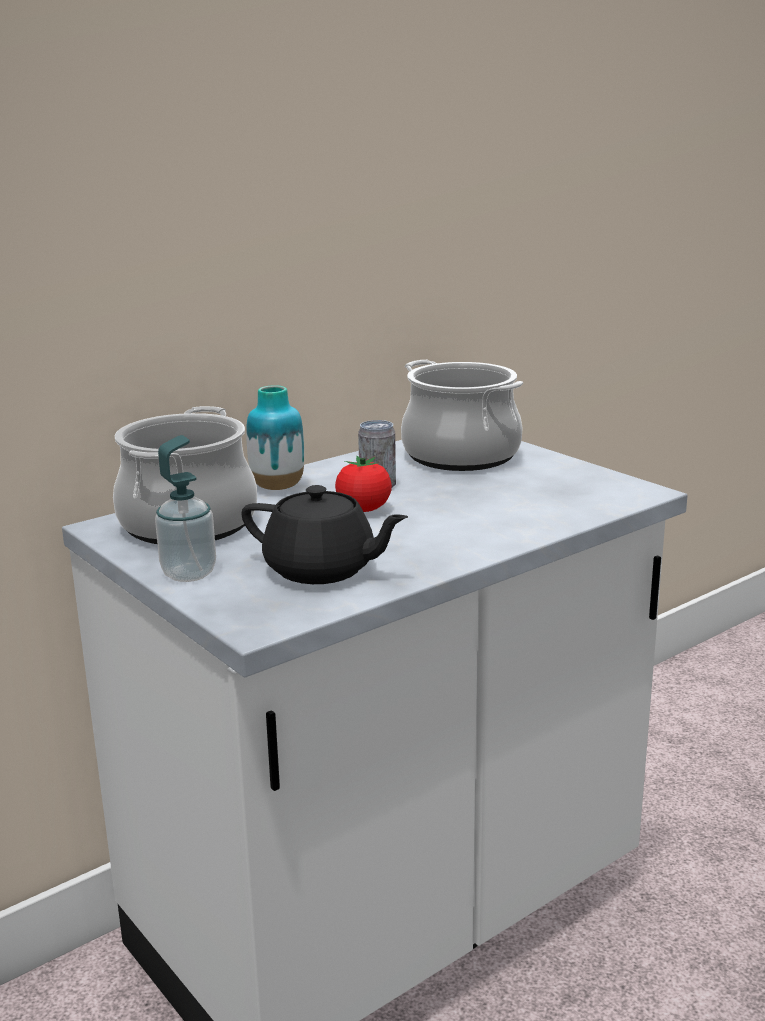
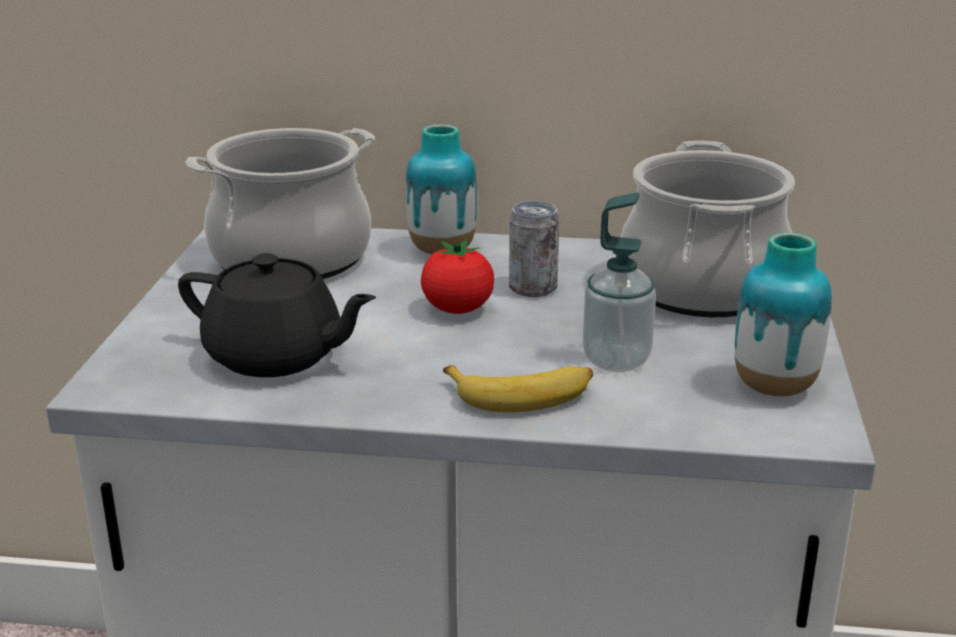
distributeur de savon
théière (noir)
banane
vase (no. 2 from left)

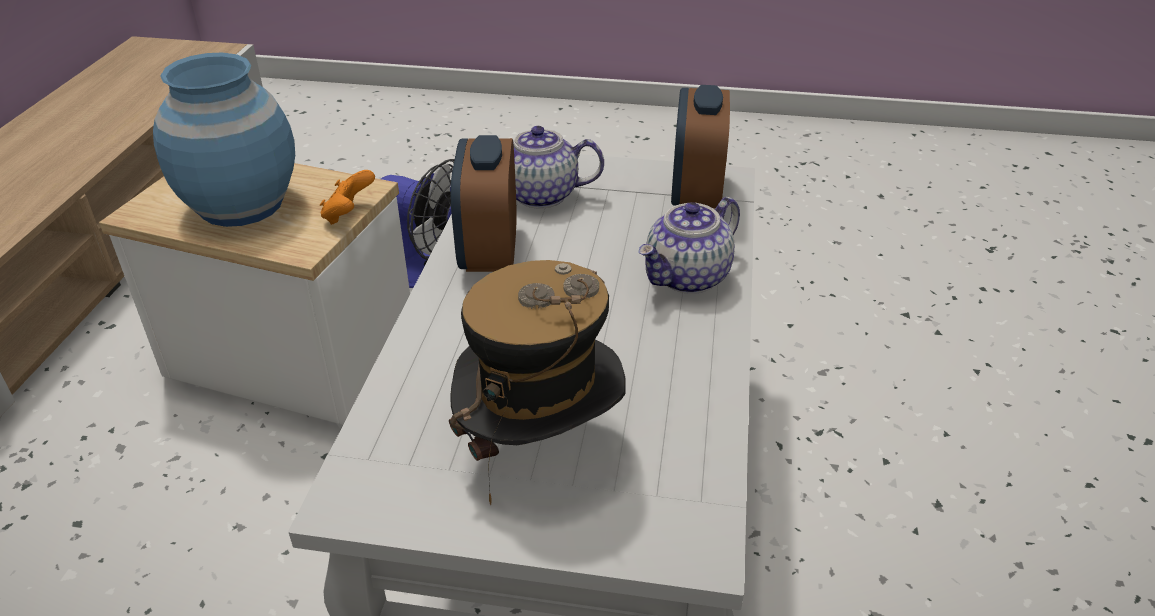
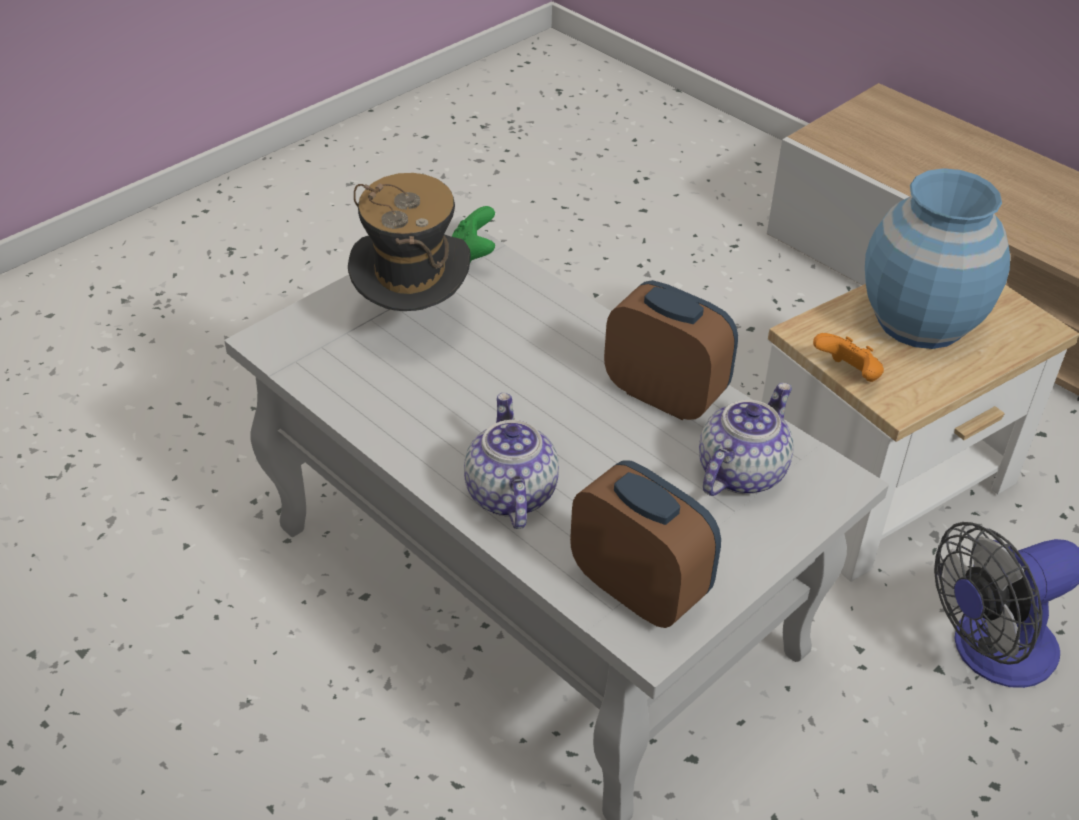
manette (vert)

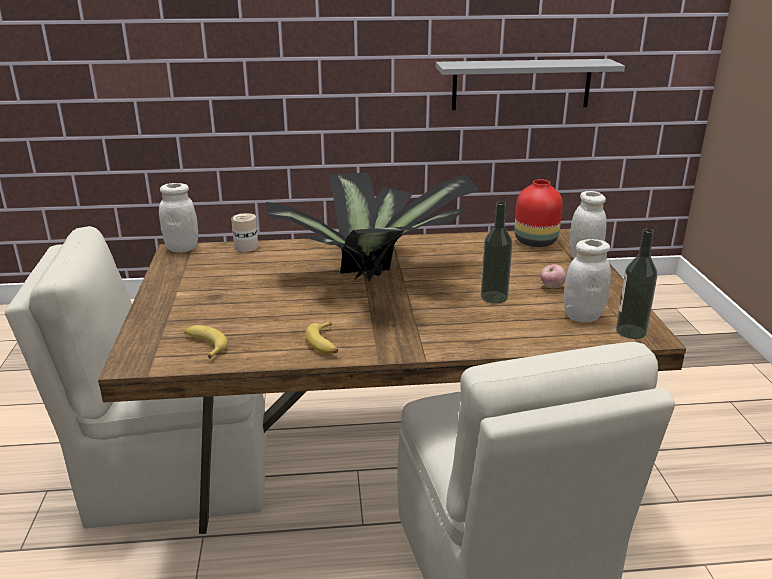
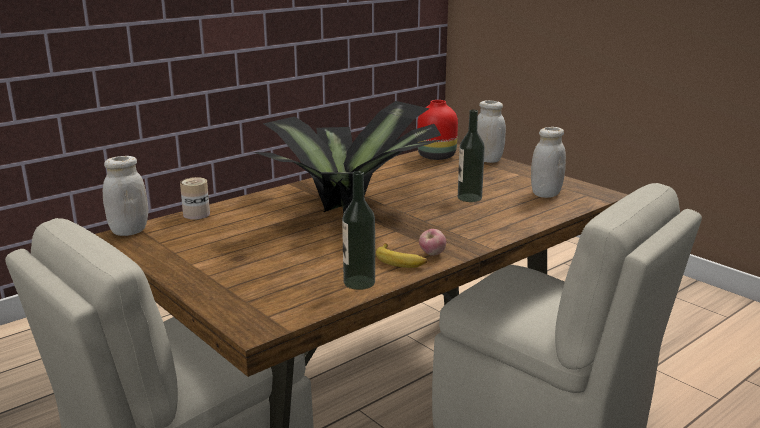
banane (no. 1 from left in the first image)
étagère (gris)
pomme
bouteille (no. 1 from left)

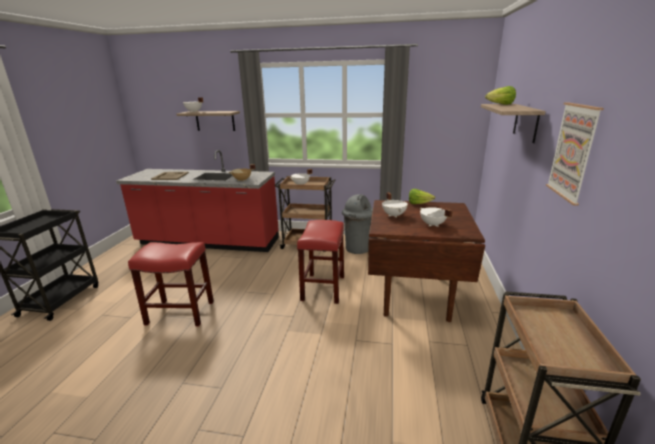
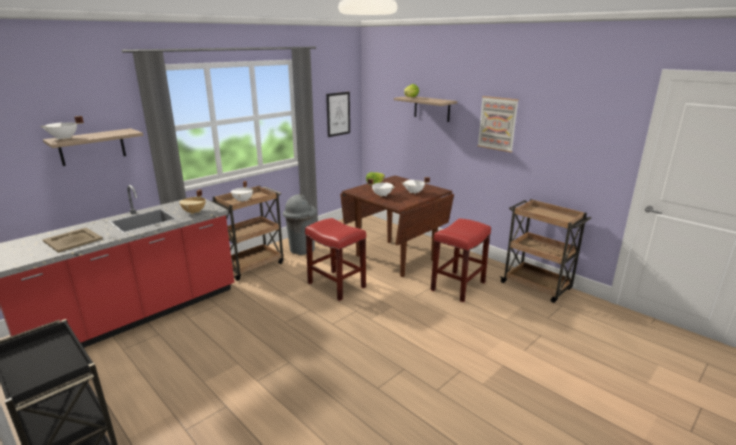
tabouret (rouge) (no. 2 from left)
tableau (no. 1 from left)

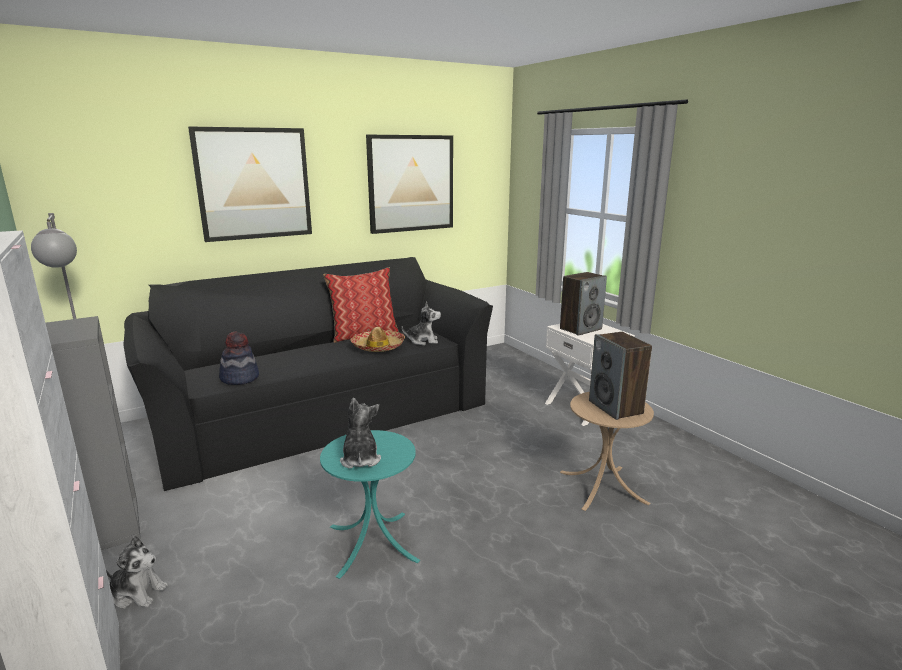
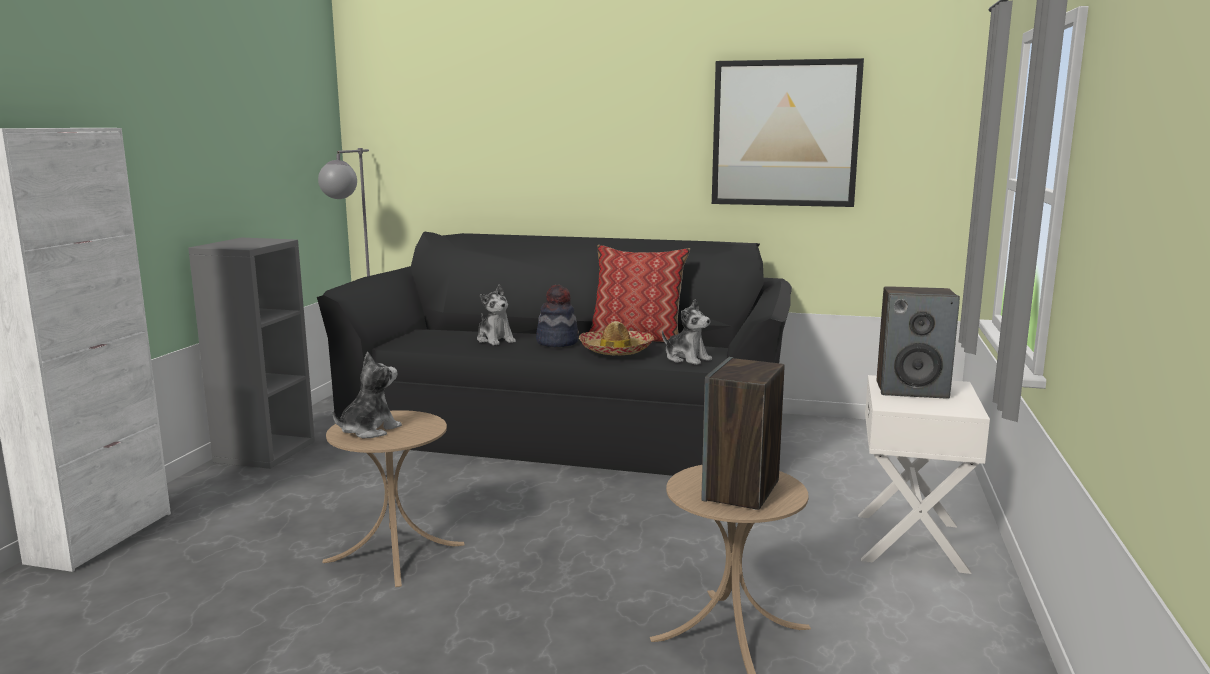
peluche (no. 2 from left)
tableau (no. 1 from left in the first image)
chapeau (no. 1 from left)
table d'appoint (beige) (no. 1 from left)

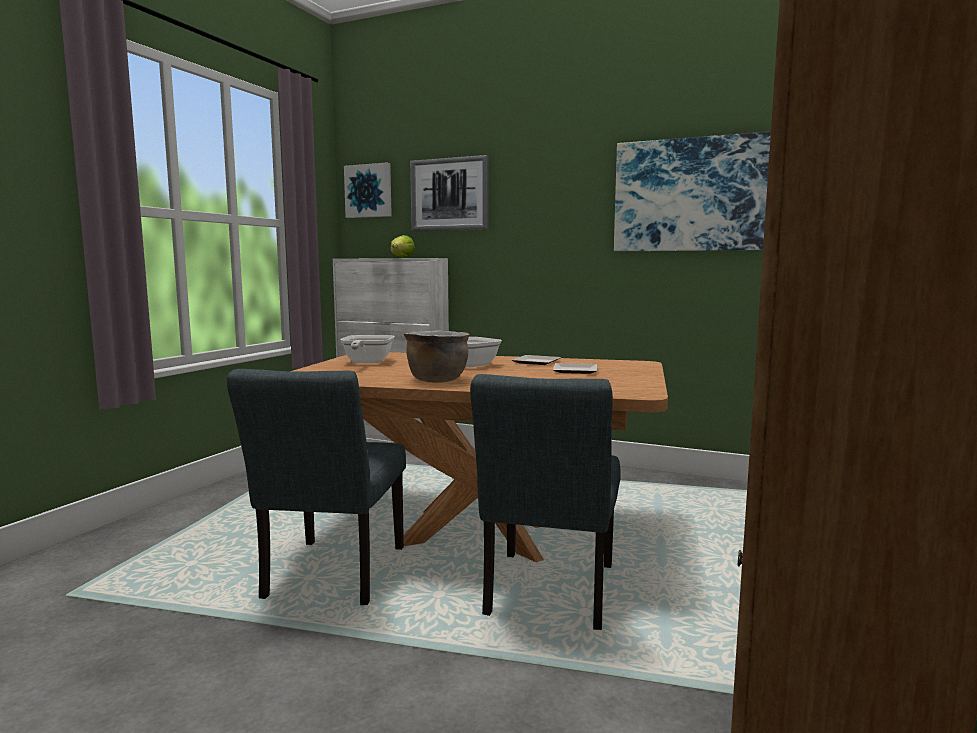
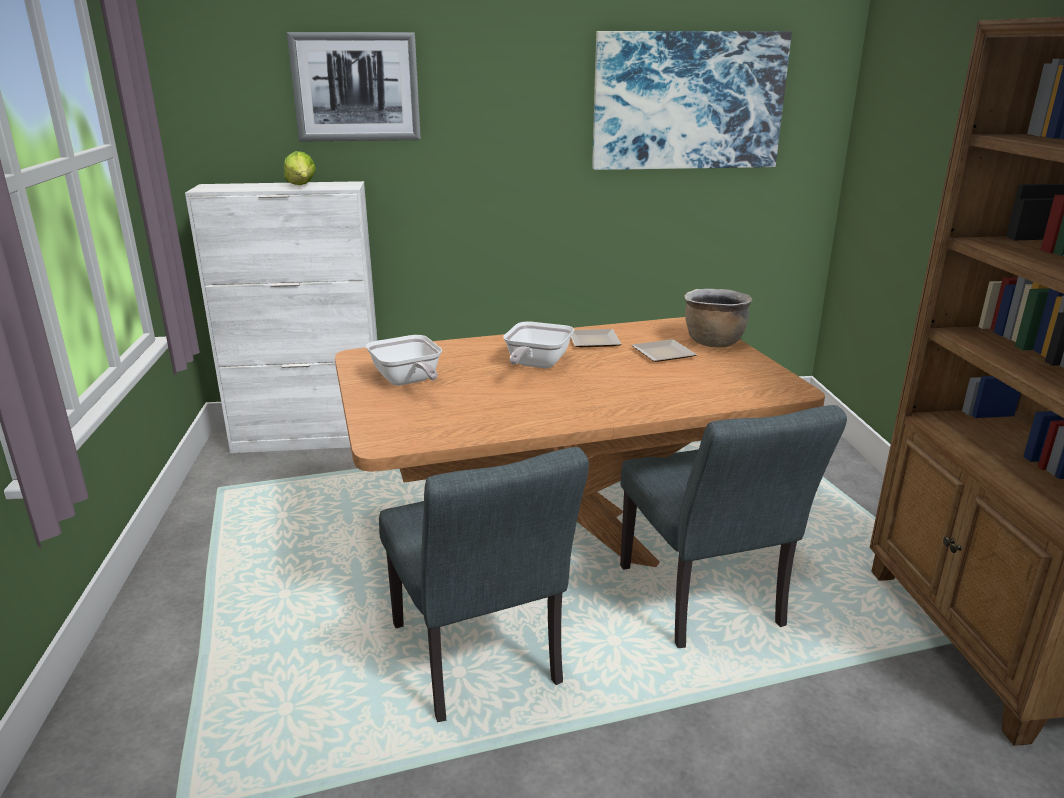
tableau (no. 1 from left in the first image)
marmite (marron)

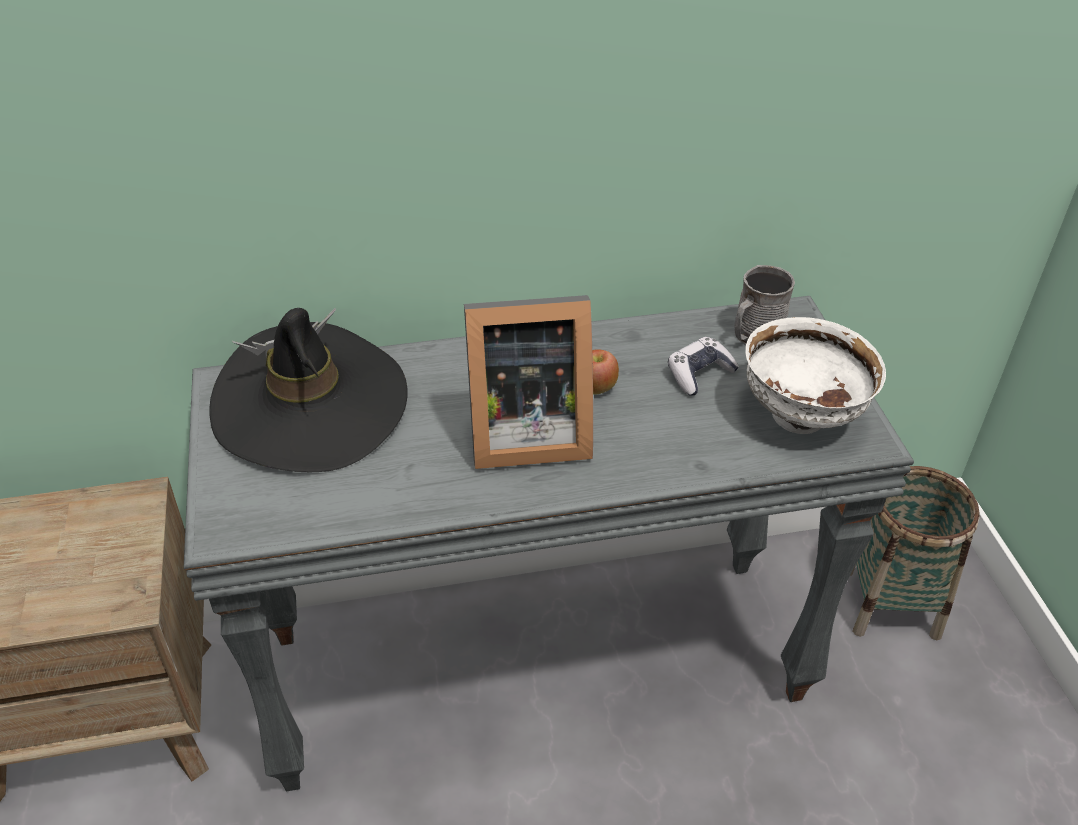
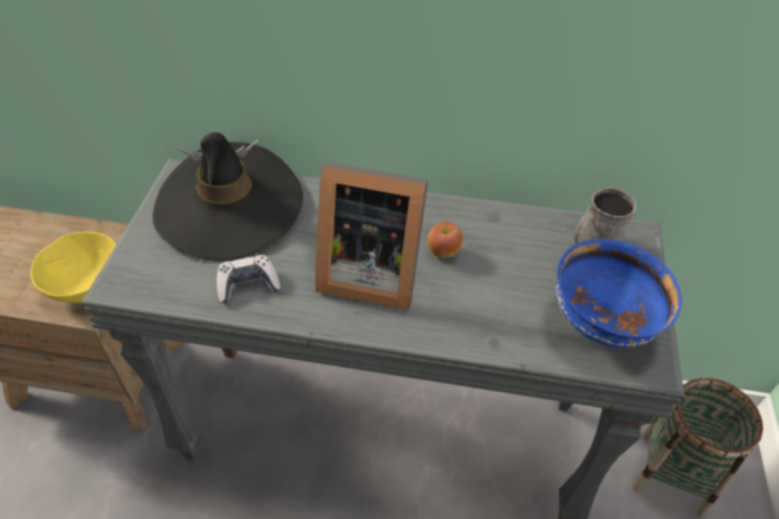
manette
bol (bleu)
bol (jaune)

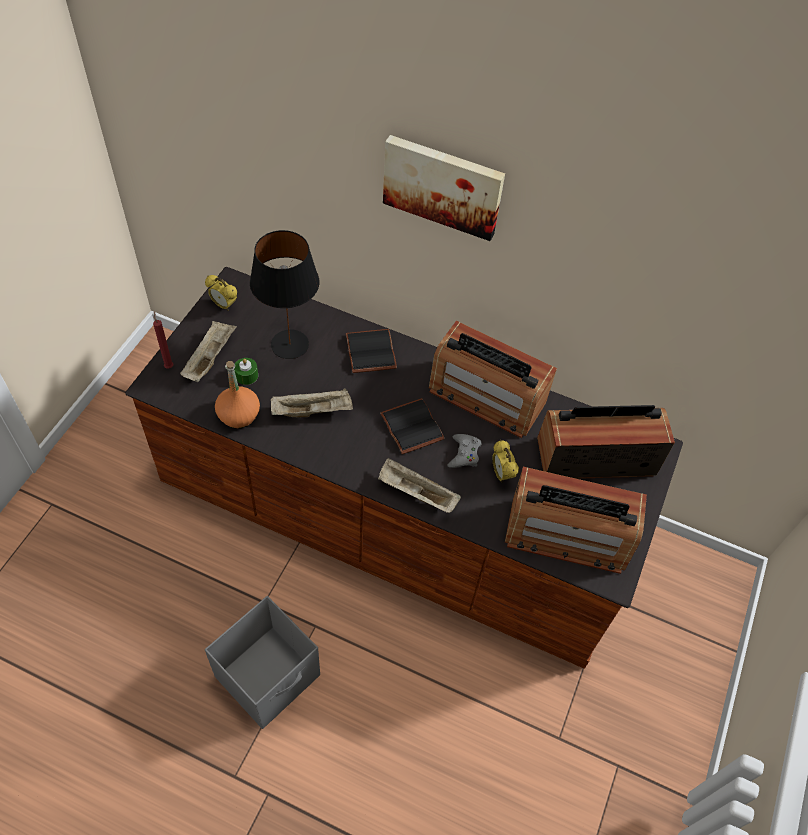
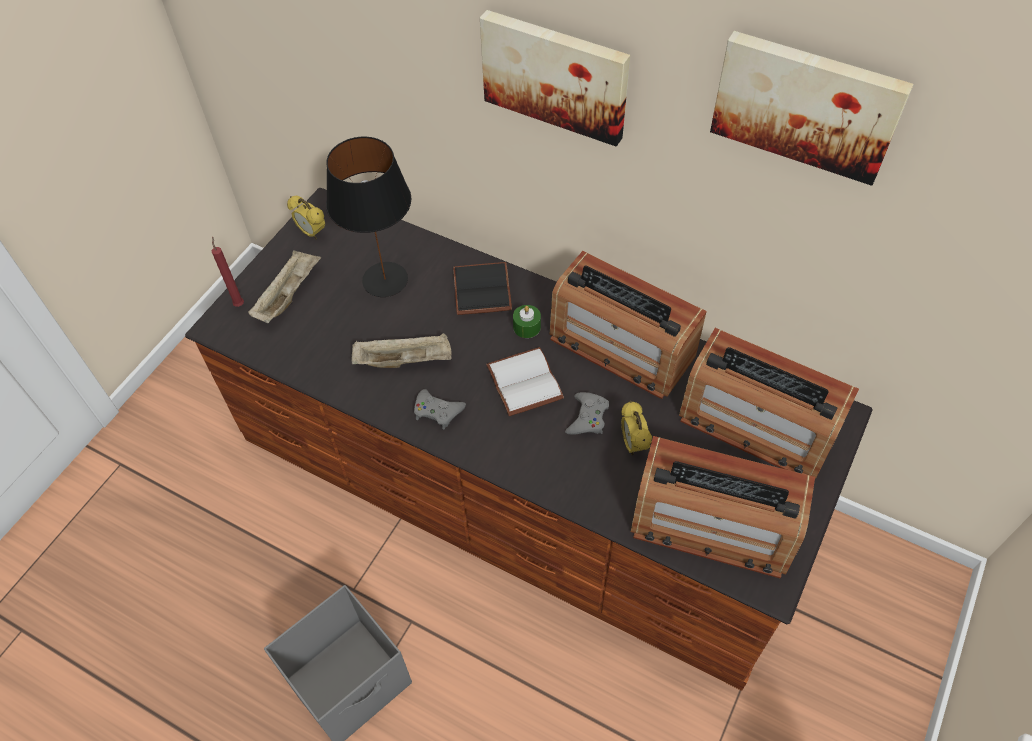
bouteille (orange)
bougie (vert)
plateau (beige) (no. 3 from left in the first image)
livre (blanc)
radio (no. 3 from left)
manette (gris) (no. 1 from left)
tableau (no. 2 from left)

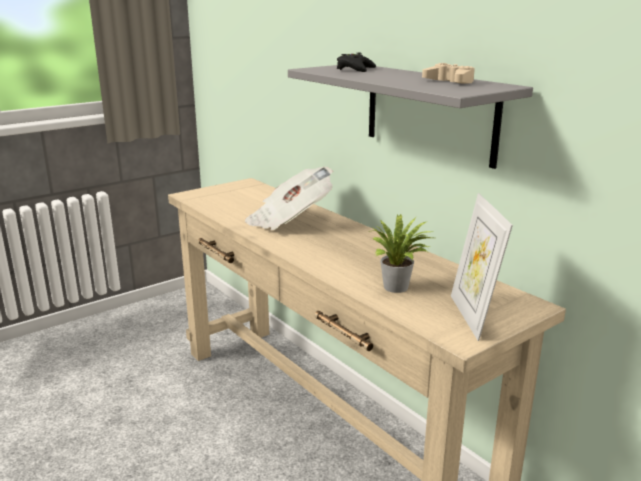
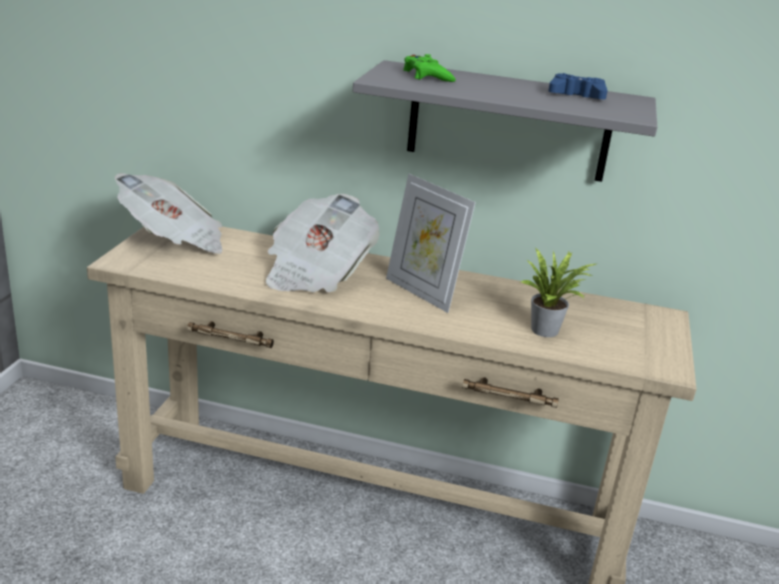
manette (vert)
manette (bleu)
cadre photo
journal (no. 1 from left)

